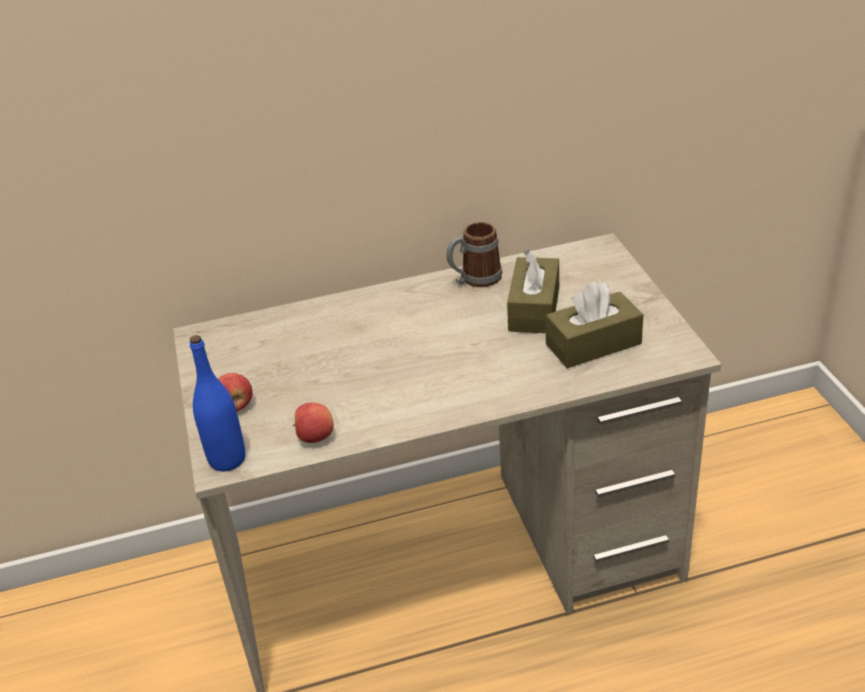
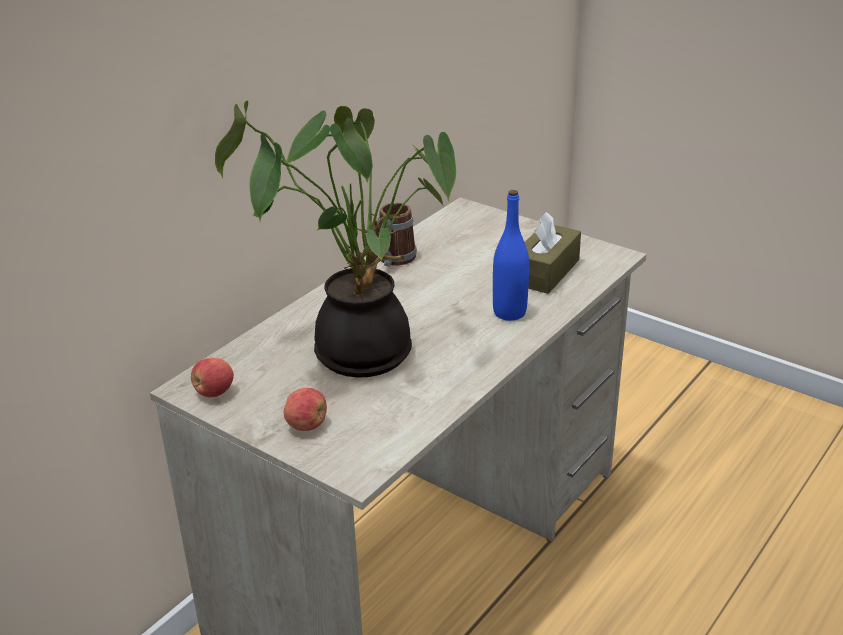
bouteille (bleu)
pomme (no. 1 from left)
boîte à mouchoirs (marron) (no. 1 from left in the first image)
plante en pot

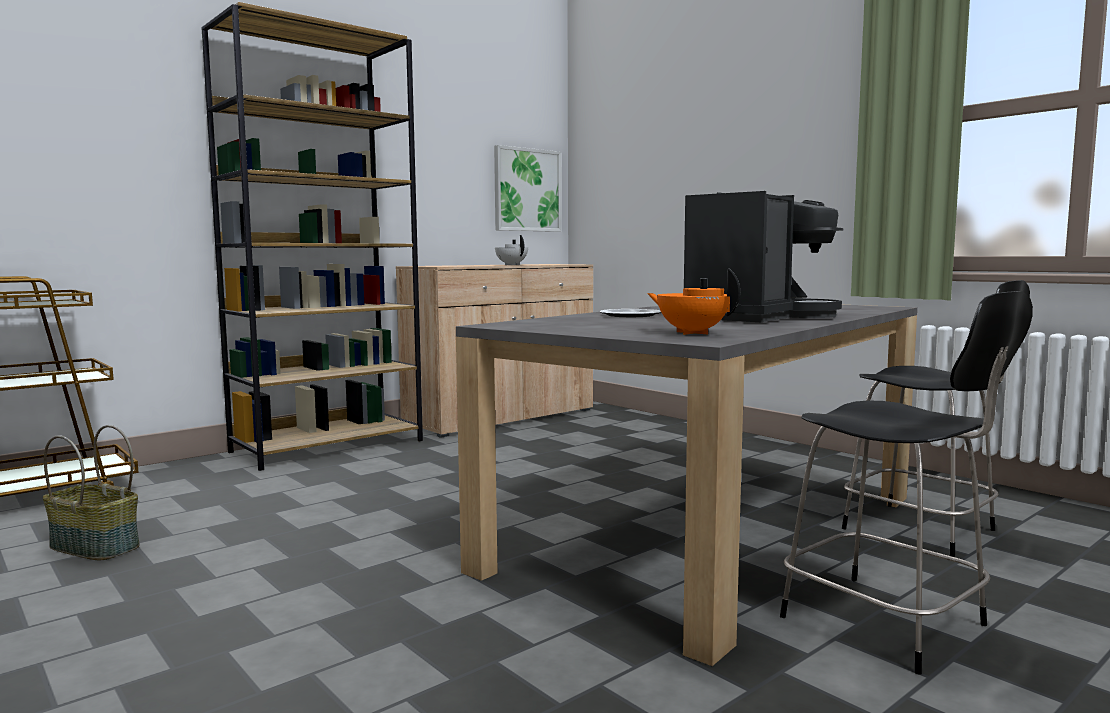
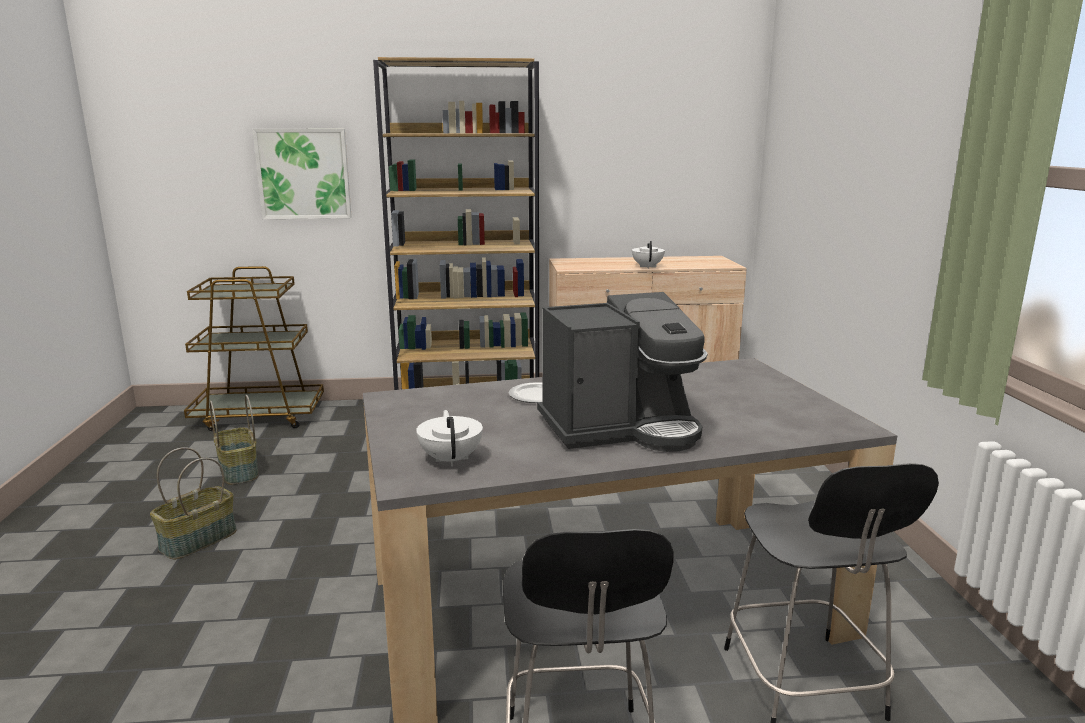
tableau
théière (blanc) (no. 1 from left)
panier (no. 1 from left)

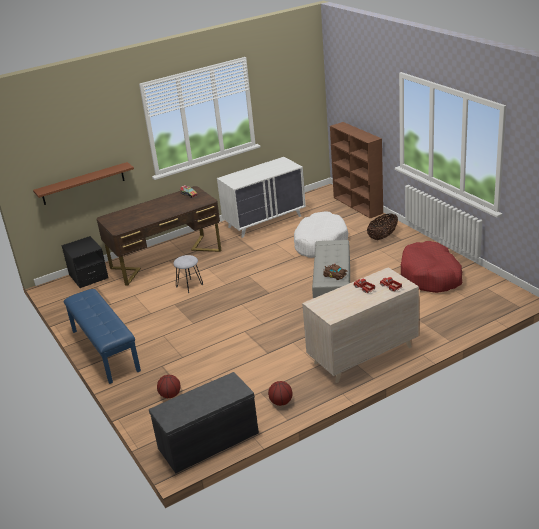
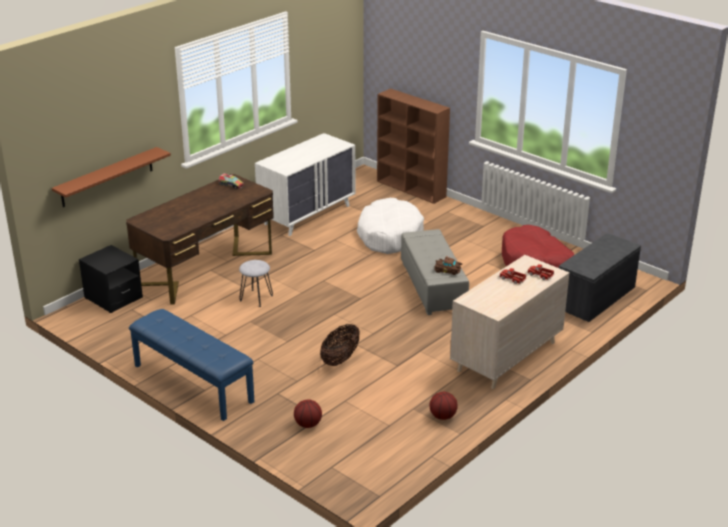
banc (gris)
panier

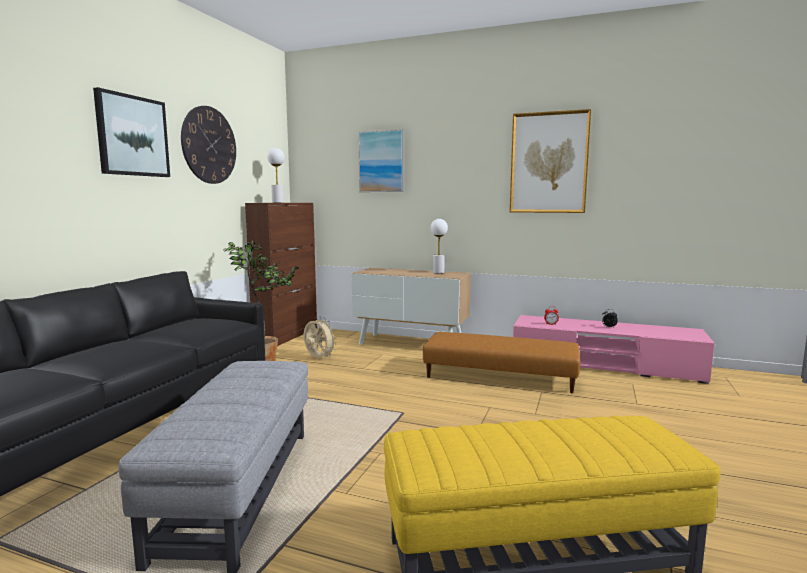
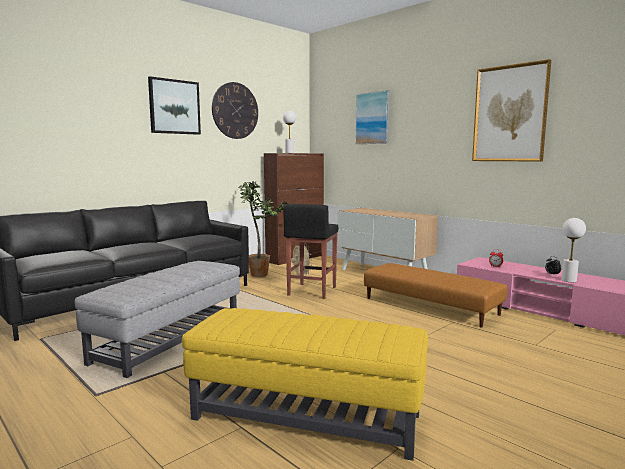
lampe de table (blanc) (no. 2 from left)
tabouret (noir)

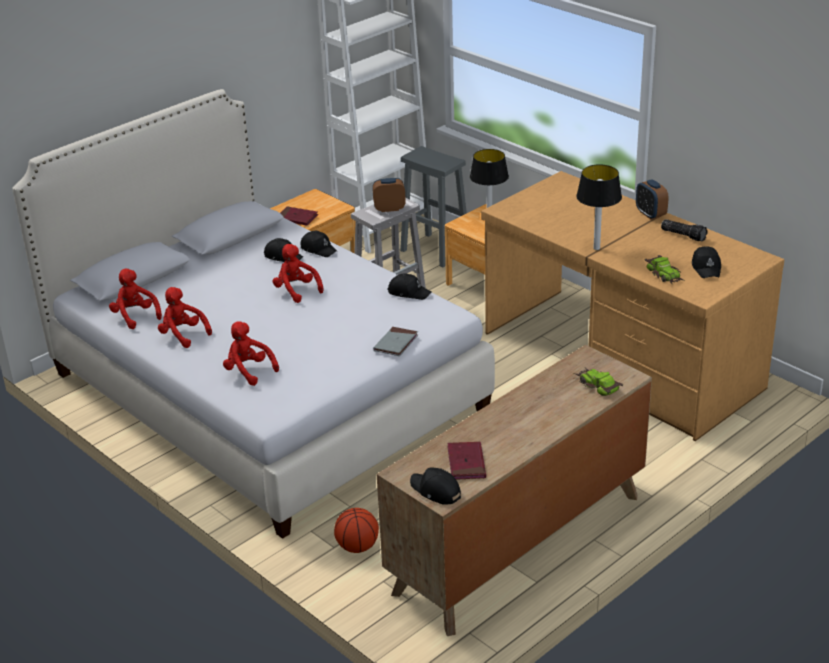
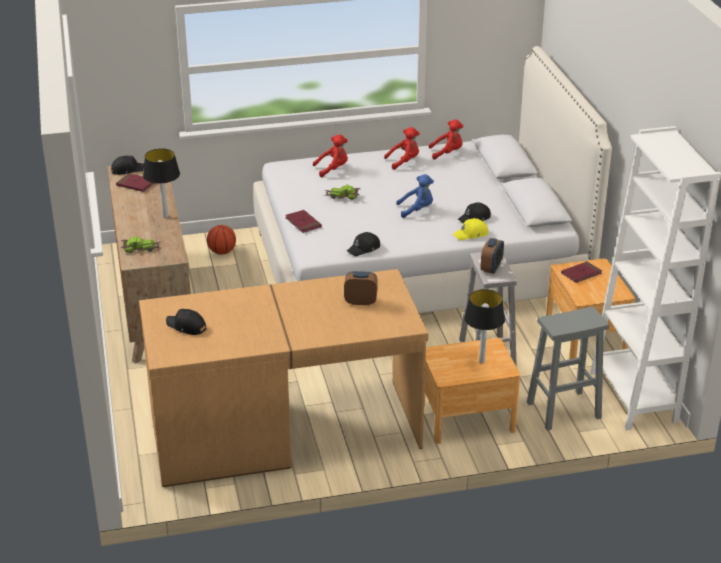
peluche (bleu)
casquette (jaune)
livre (rouge) (no. 2 from left)
lampe de table (no. 1 from left)
réveil (no. 1 from left)
petite voiture (no. 2 from left)
lampe de poche

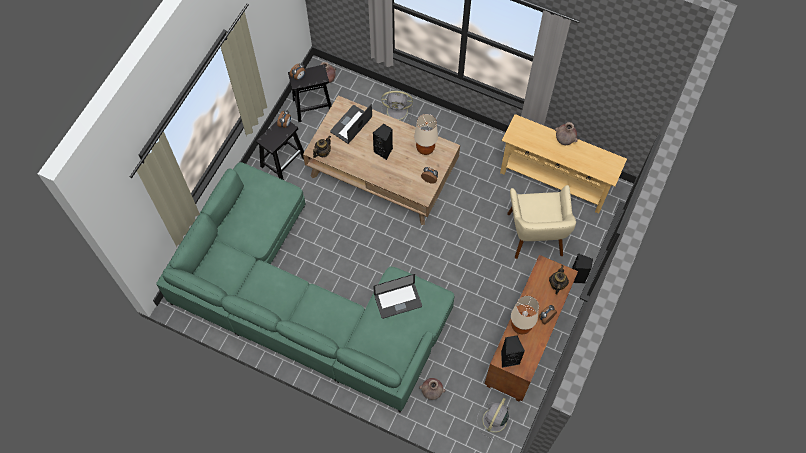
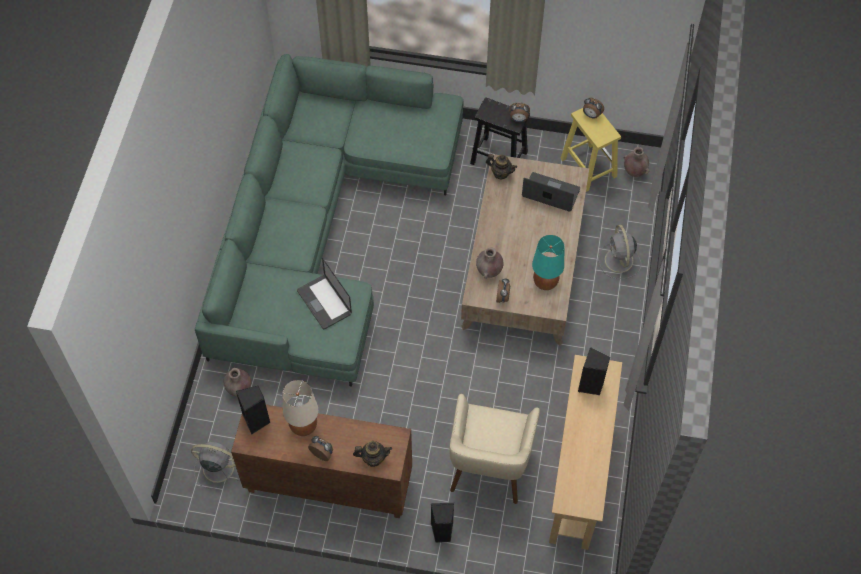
tabouret (jaune)
enceinte (noir) (no. 3 from left)
lampe de table (turquoise)
fauteuil (beige)
vase (marron) (no. 2 from left)

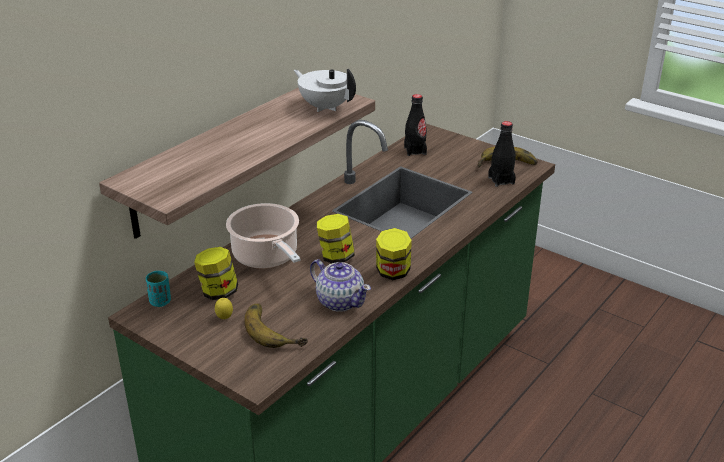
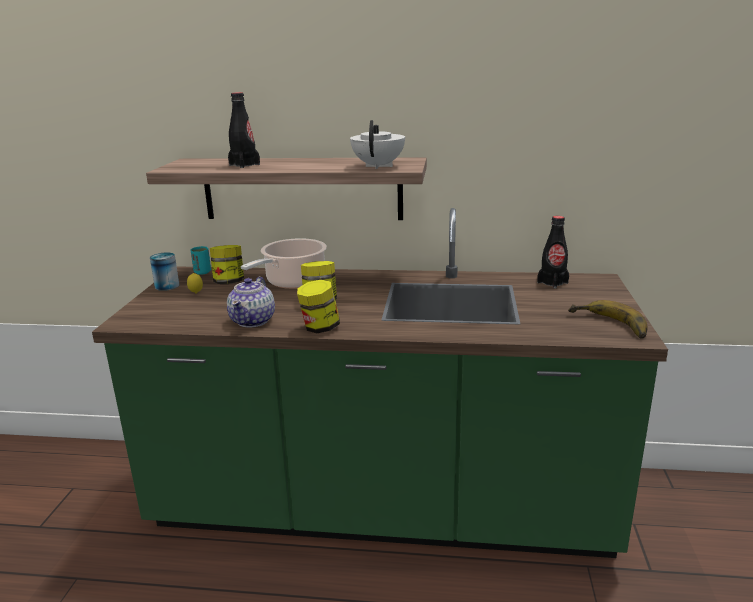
banane (no. 1 from left in the first image)
bouteille (noir) (no. 1 from left)
boîte métallique

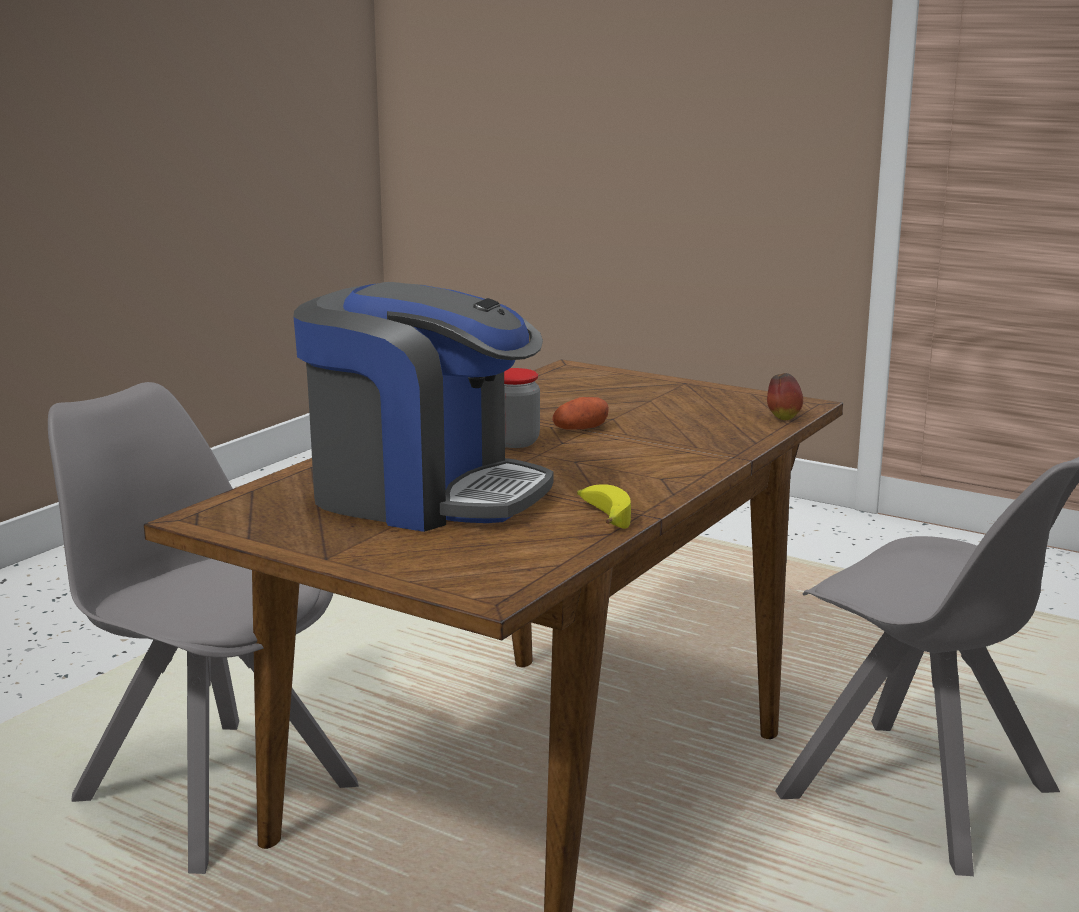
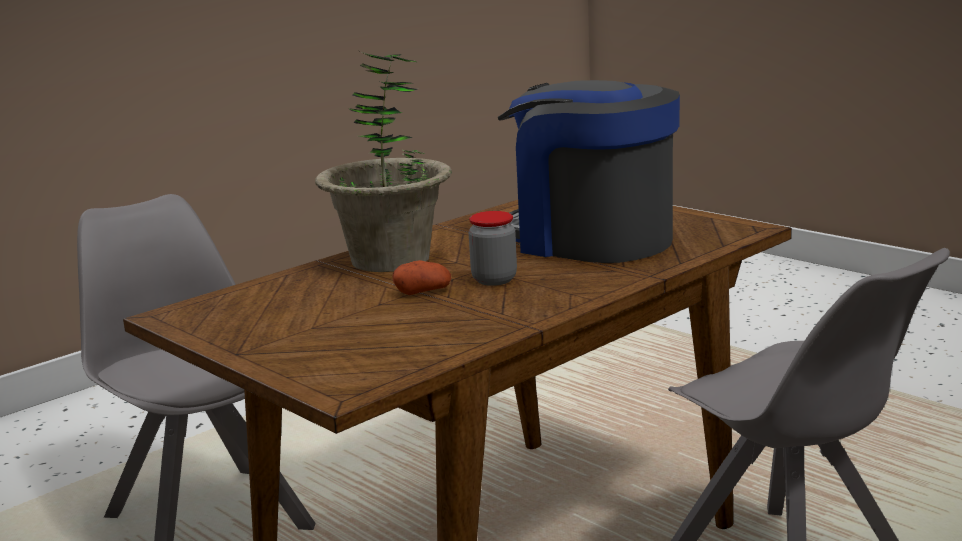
banane
pomme
plante en pot

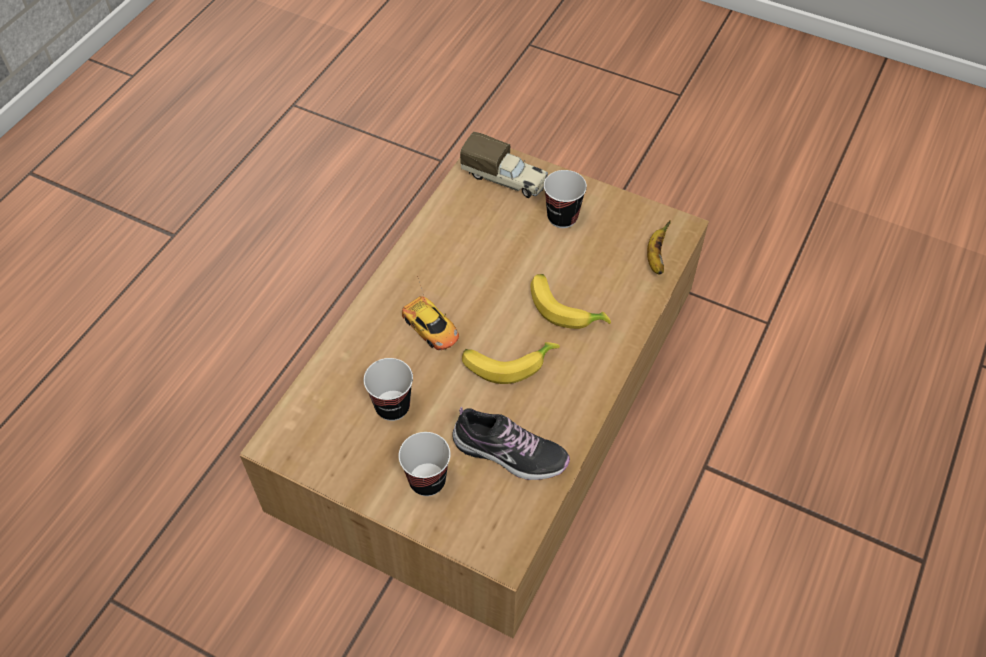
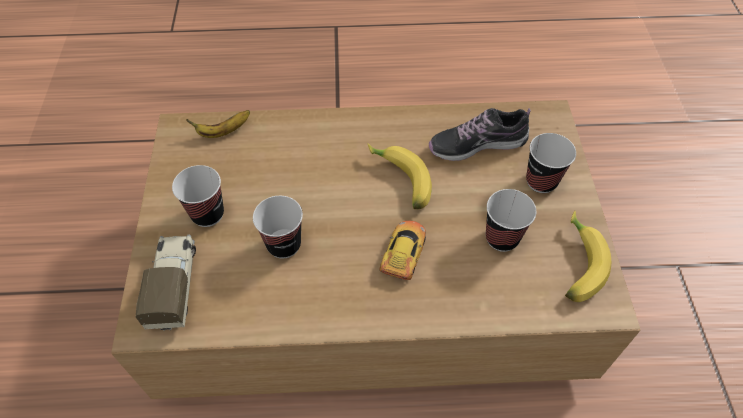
chaussure
banane (no. 3 from left)
tasse (no. 2 from left)

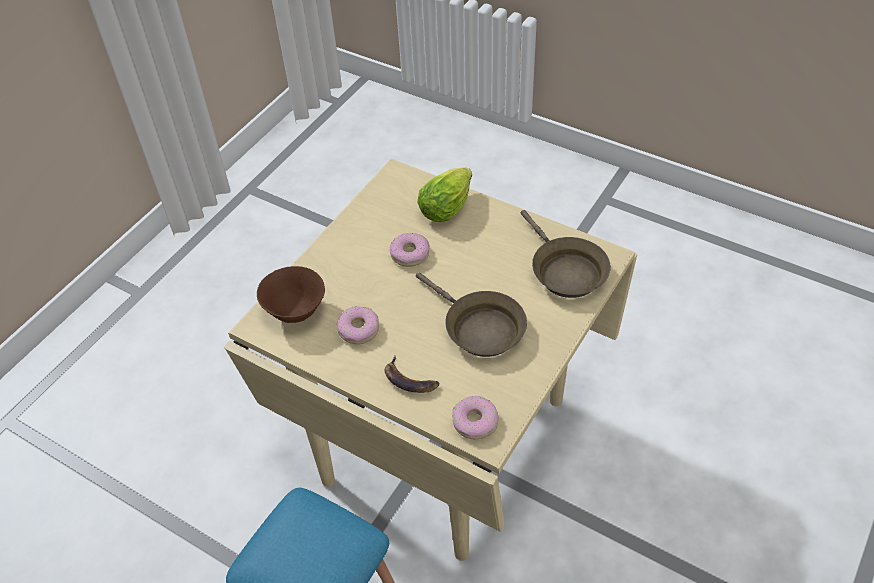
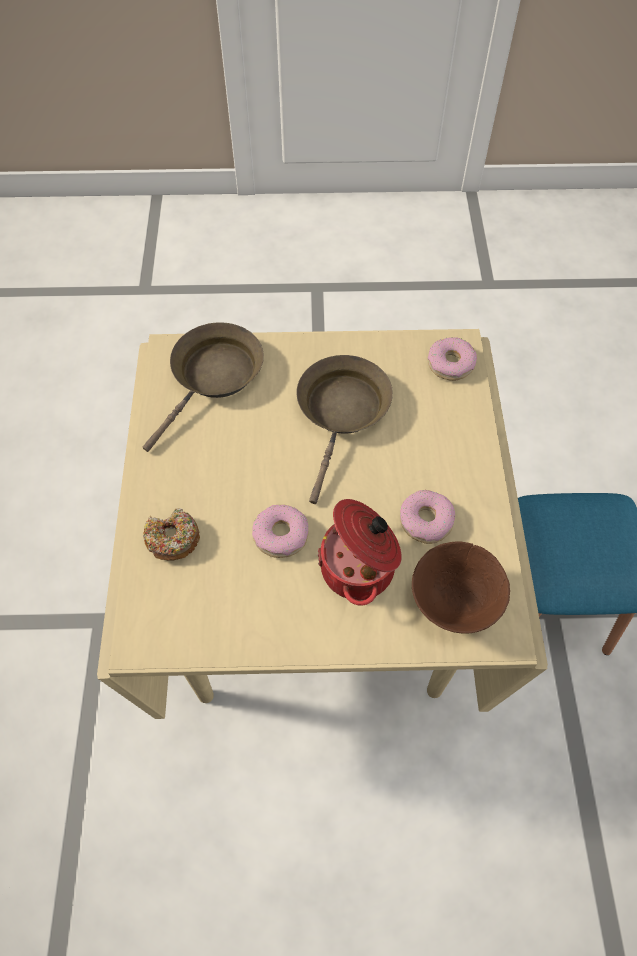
banane
beignet (no. 1 from left)
marmite

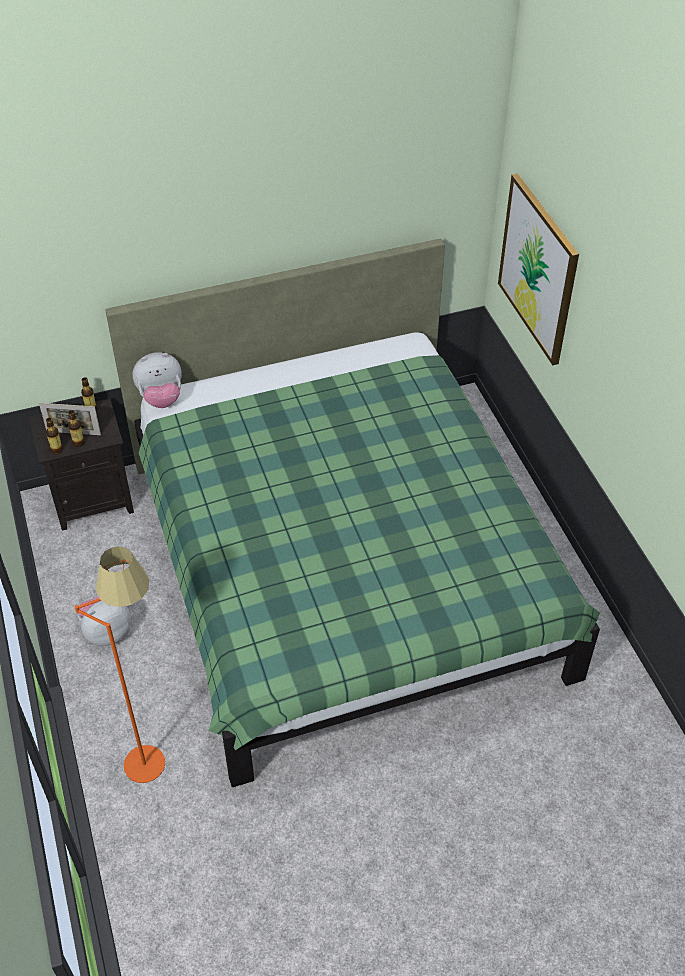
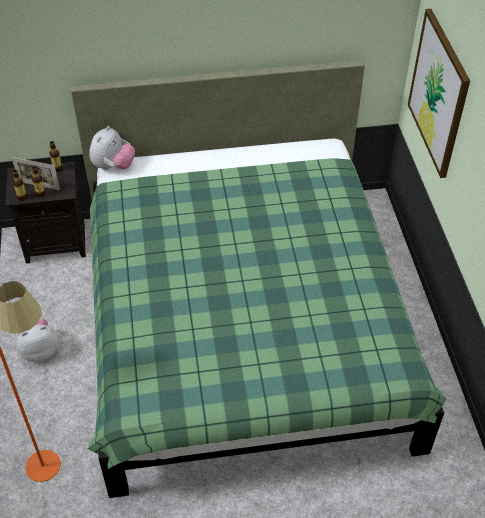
peluche (no. 2 from left)

